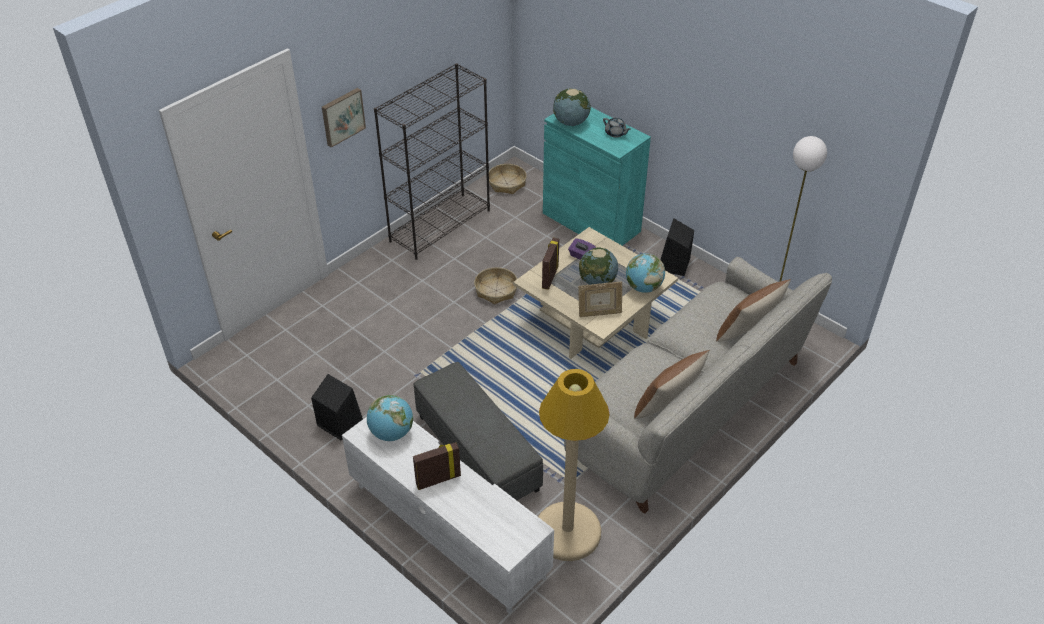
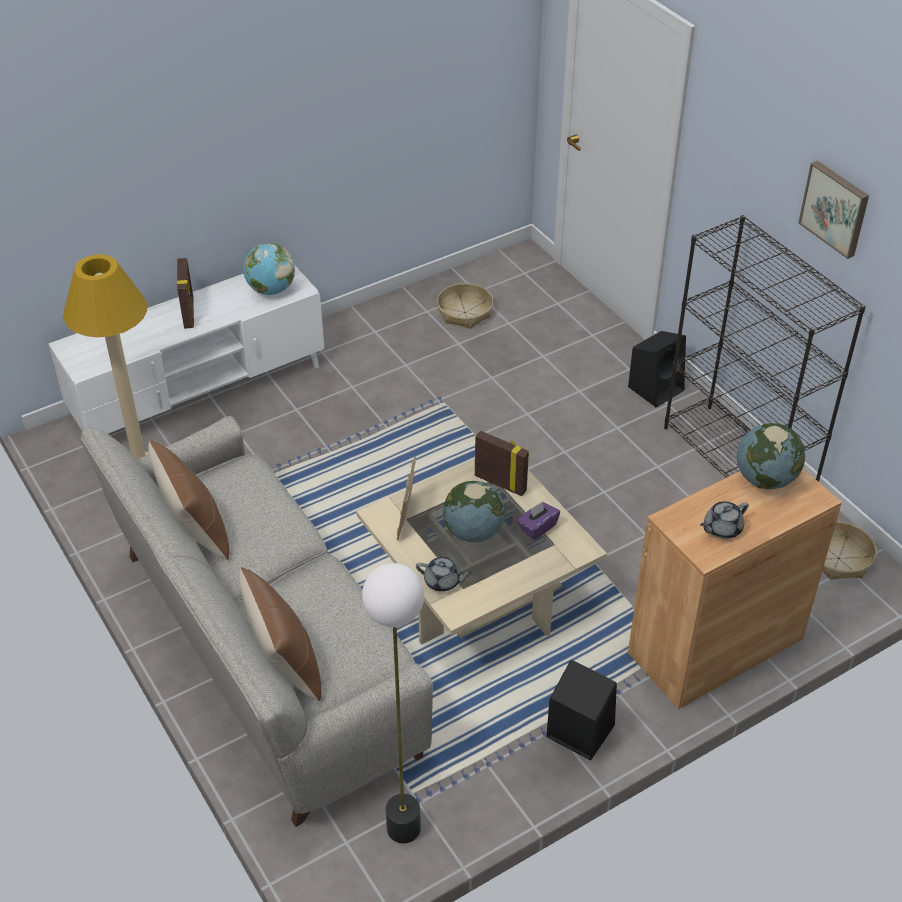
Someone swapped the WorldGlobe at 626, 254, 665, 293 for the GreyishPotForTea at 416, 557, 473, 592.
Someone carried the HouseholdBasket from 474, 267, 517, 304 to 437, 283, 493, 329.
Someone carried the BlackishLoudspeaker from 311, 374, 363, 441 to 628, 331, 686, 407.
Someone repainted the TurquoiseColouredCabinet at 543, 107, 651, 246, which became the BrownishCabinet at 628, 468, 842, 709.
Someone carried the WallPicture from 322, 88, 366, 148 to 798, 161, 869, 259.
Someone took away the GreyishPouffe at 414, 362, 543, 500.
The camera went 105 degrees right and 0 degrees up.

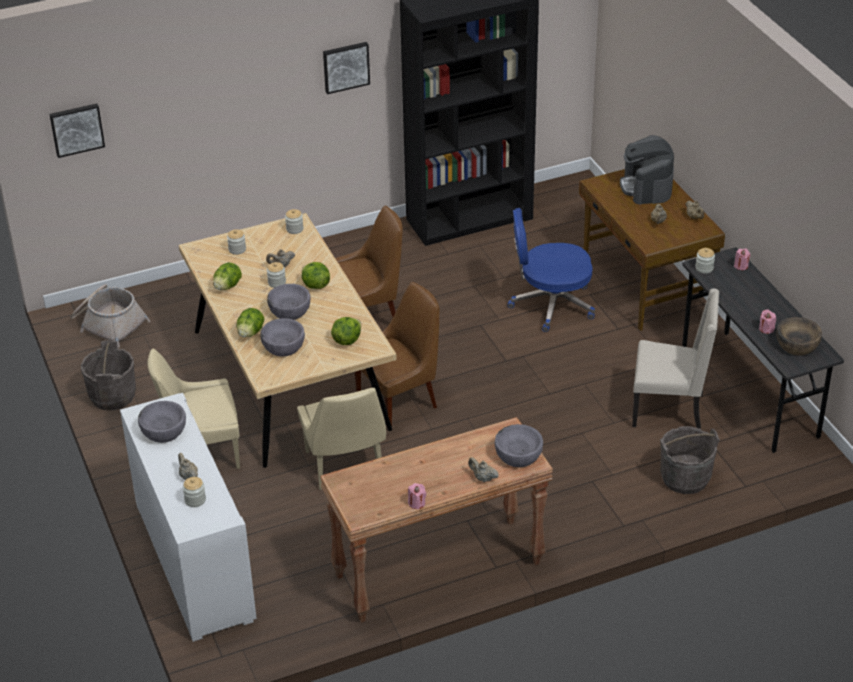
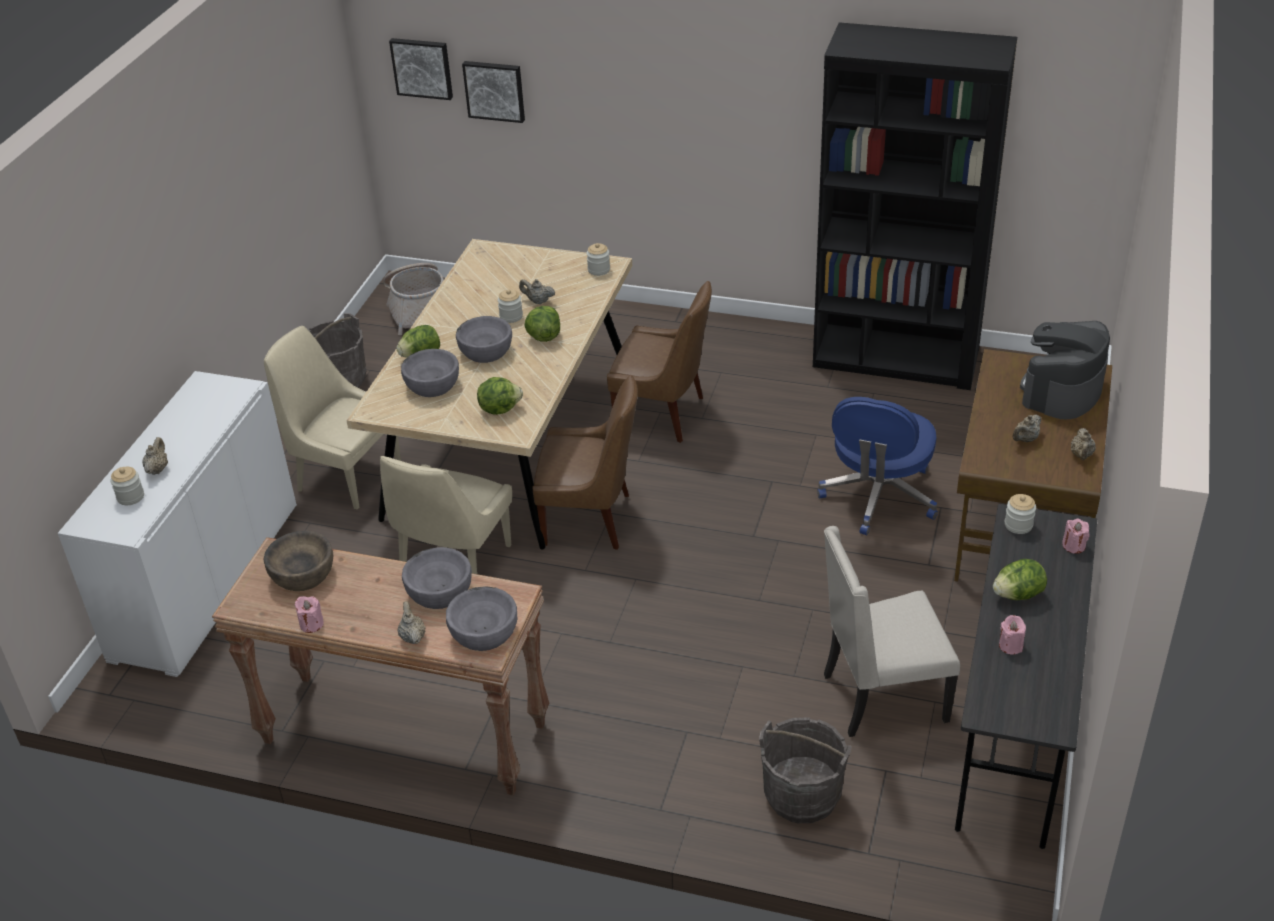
Someone carried the BrownishDeepDish from 776, 317, 822, 356 to 264, 531, 333, 591.
Someone carried the GreyishDeepDish from 138, 401, 186, 443 to 402, 547, 472, 609.
Someone carried the WallPicture from 323, 42, 370, 94 to 462, 61, 525, 123.
Someone rotated the BluishComputerChair at 508, 208, 595, 332 by 105 degrees counterclockwise.
Someone rotated the BeigeColouredPlainChair at 632, 288, 719, 429 by 120 degrees clockwise.
Someone carried the HeadOfLettuce from 213, 262, 242, 290 to 993, 559, 1047, 600.
Someone took away the Jar at 227, 229, 246, 255.
The camera went 40 degrees right and 0 degrees up.

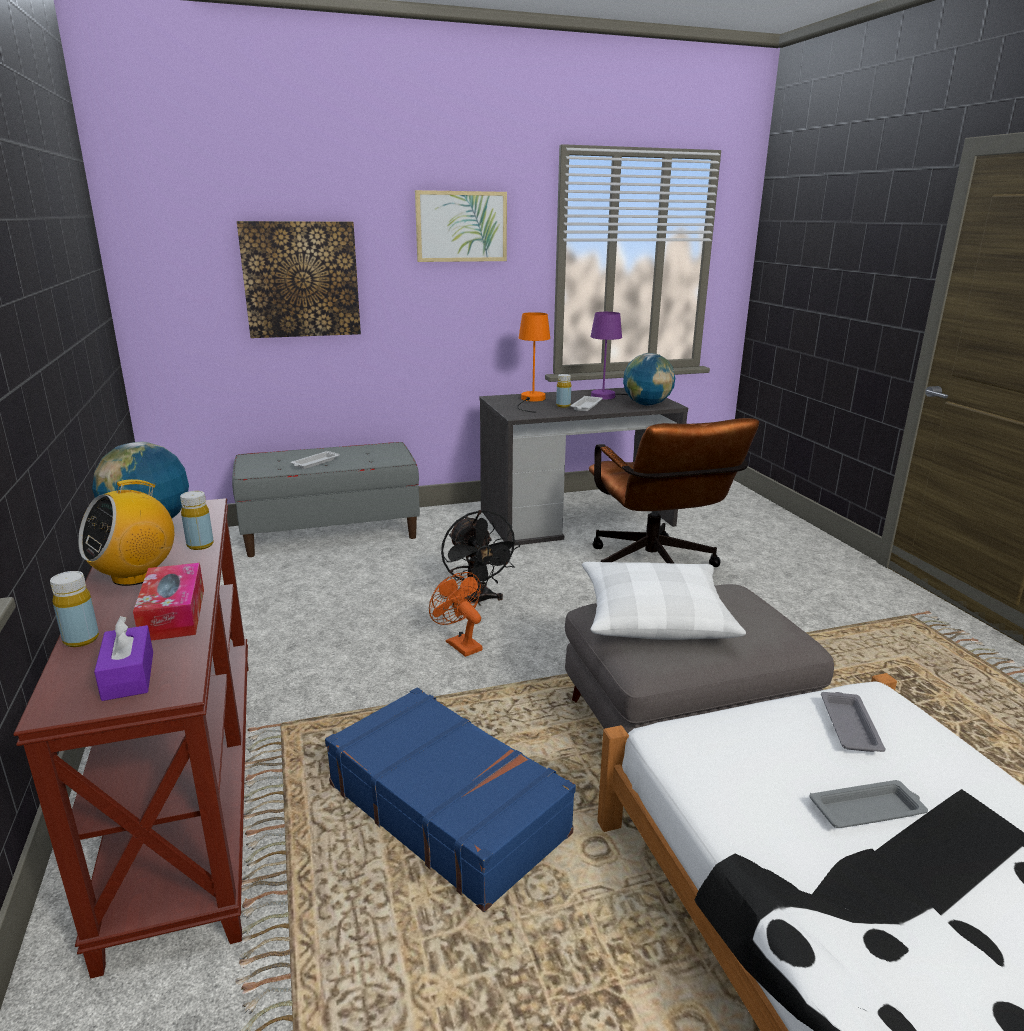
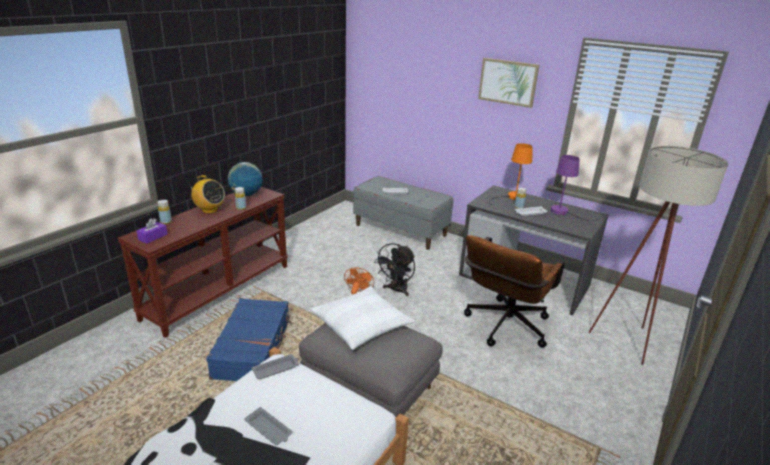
Someone rotated the Radio at 78, 479, 174, 586 by 150 degrees counterclockwise.
Someone carried the GreyishServingTray from 821, 692, 886, 752 to 252, 354, 299, 379.
Someone put down the BeigeColouredStandingLamp at 589, 146, 728, 365.
Someone took away the TissueHolder at 133, 563, 204, 641.
Someone took away the WallPicture at 237, 221, 361, 338.
Someone took away the WorldGlobe at 623, 353, 675, 406.
The camera went 50 degrees right and 5 degrees up.

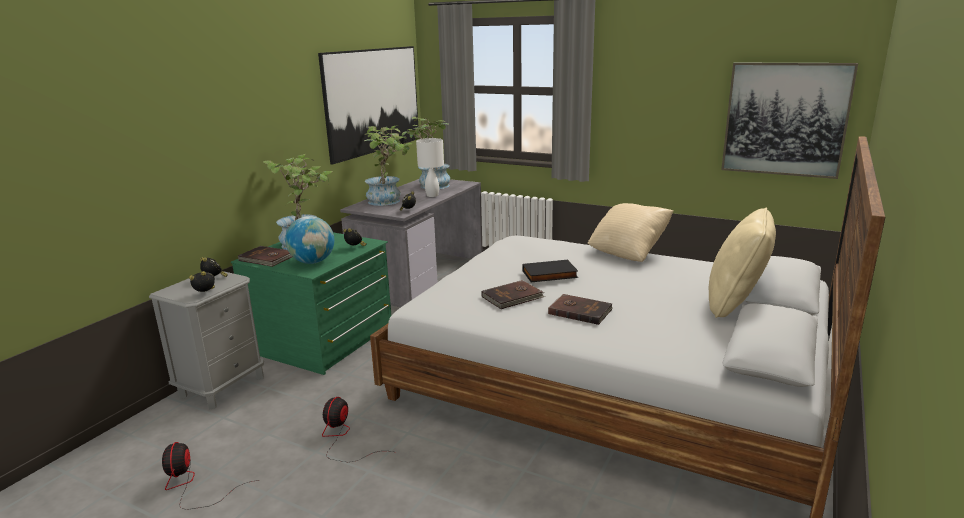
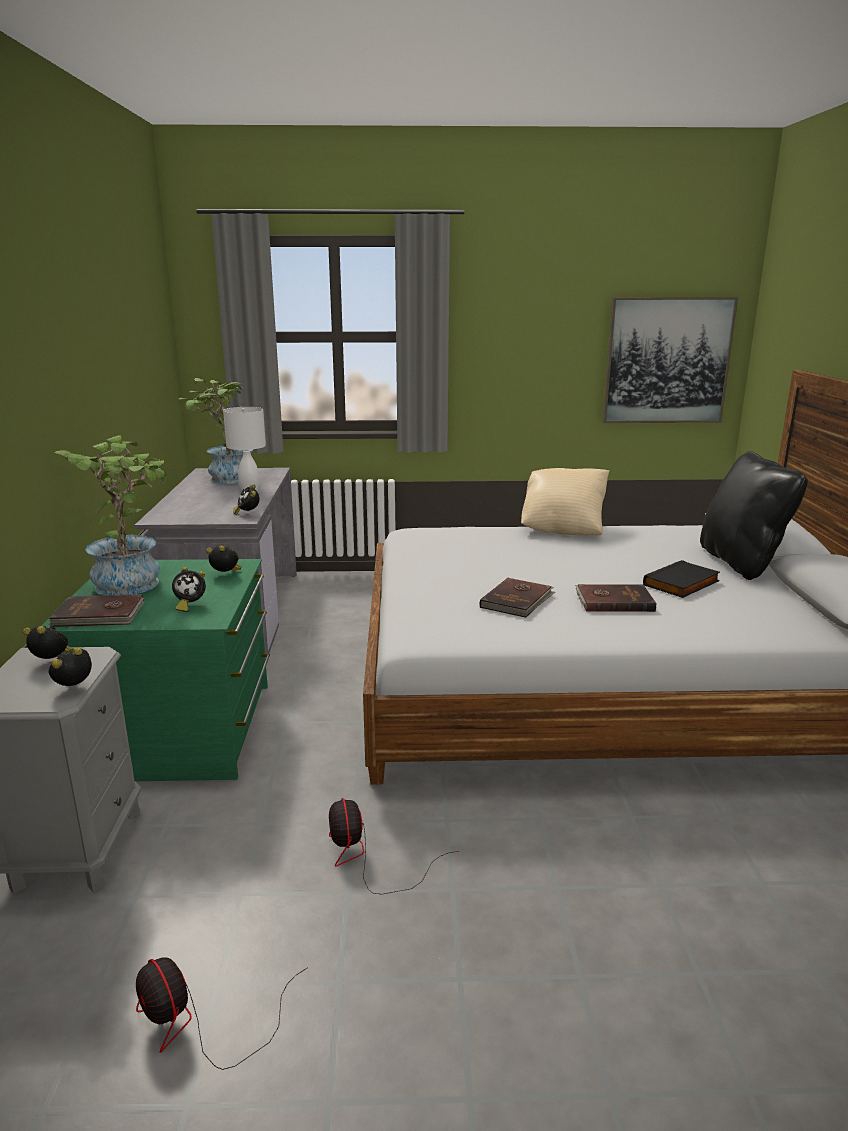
Someone swapped the WorldGlobe at 285, 216, 334, 264 for the TableClock at 172, 567, 206, 612.
Someone carried the BlackishBook from 522, 260, 578, 282 to 643, 560, 720, 598.
Someone repainted the BeigeColouredPillow at 709, 208, 776, 318, which became the BlackishPillow at 700, 451, 808, 580.
Someone took away the WallPicture at 318, 46, 418, 164.
Someone took away the Houseplant at 364, 125, 413, 206.
The camera went 30 degrees left and 0 degrees up.

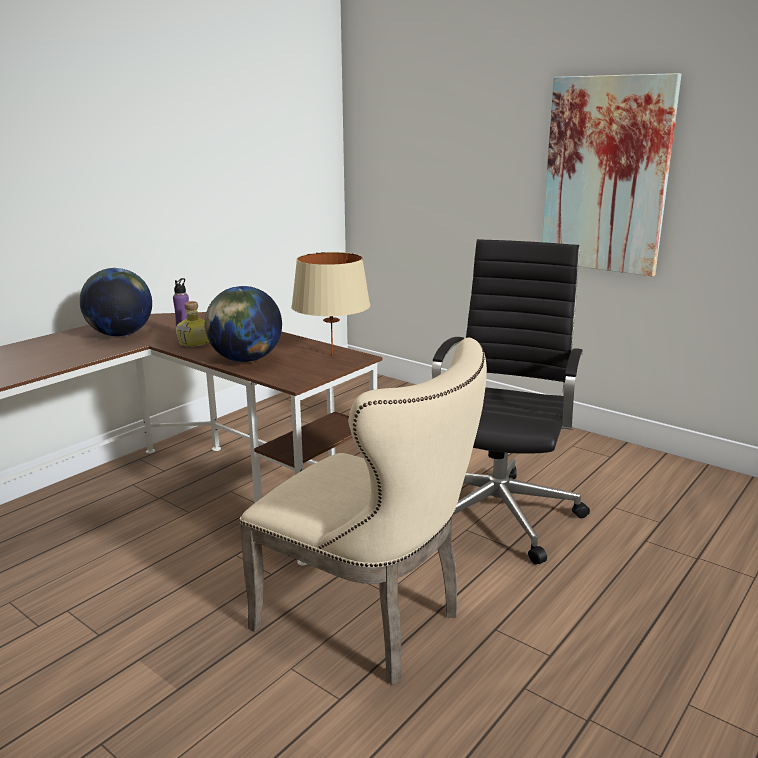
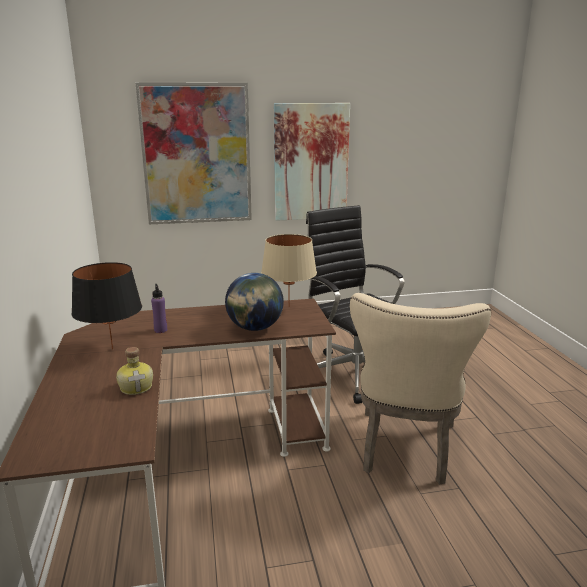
Someone swapped the WorldGlobe at 80, 268, 152, 336 for the BlackishLampForATable at 71, 262, 142, 350.
Someone carried the BeverageBottle from 176, 301, 209, 347 to 116, 347, 153, 395.
Someone put up the WallPicture at 135, 82, 252, 224.
Someone rotated the BeigeColouredPlainChair at 239, 338, 487, 685 by 120 degrees clockwise.
The camera went 50 degrees left and 0 degrees up.

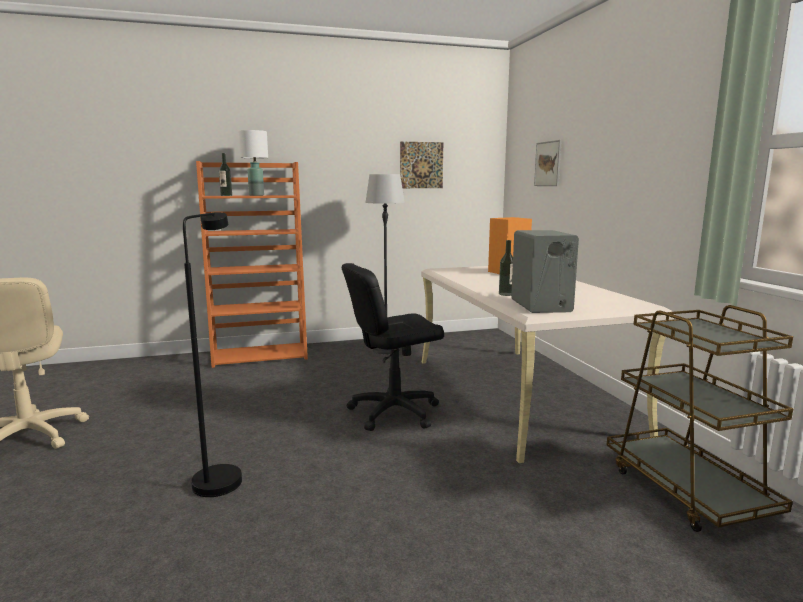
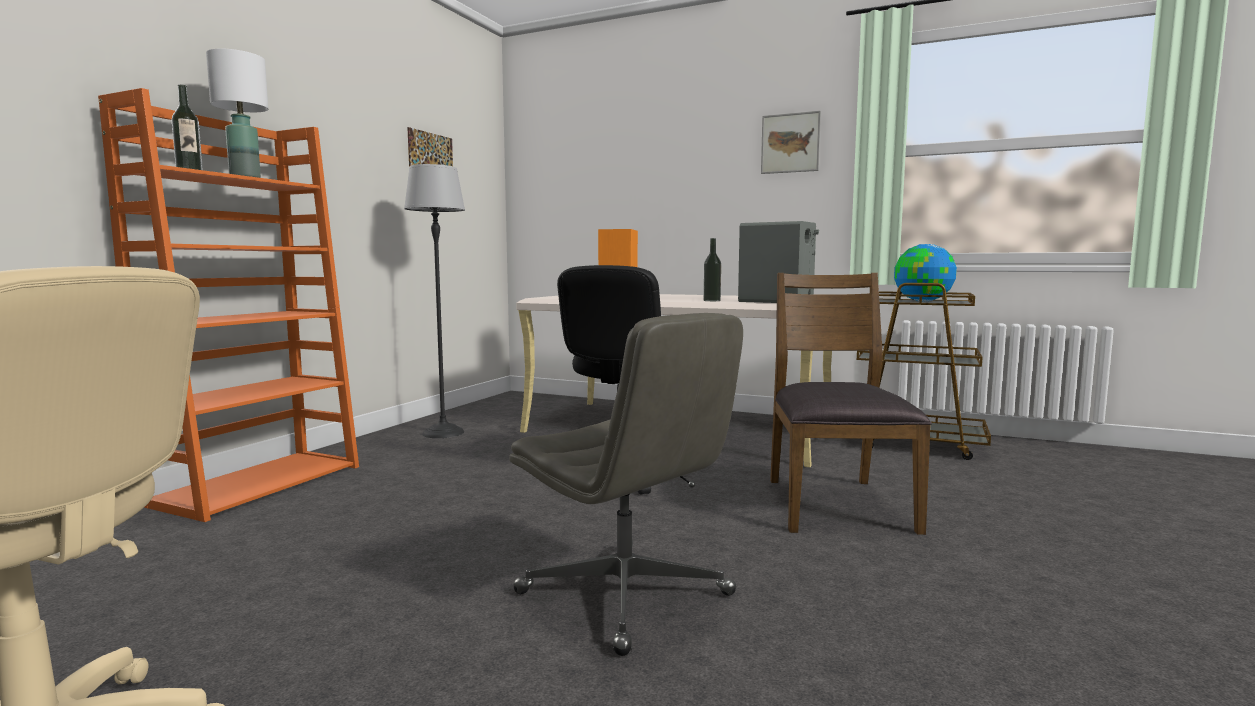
Someone swapped the BlackishStandingLamp at 183, 212, 242, 497 for the GreyishComputerChair at 509, 313, 743, 656.
Someone carried the WallPicture from 534, 140, 562, 186 to 761, 111, 821, 174.
Someone put down the BrownishPlainChair at 770, 273, 932, 535.
Someone put down the WorldGlobe at 894, 244, 957, 301.
The camera went 50 degrees left and 5 degrees down.

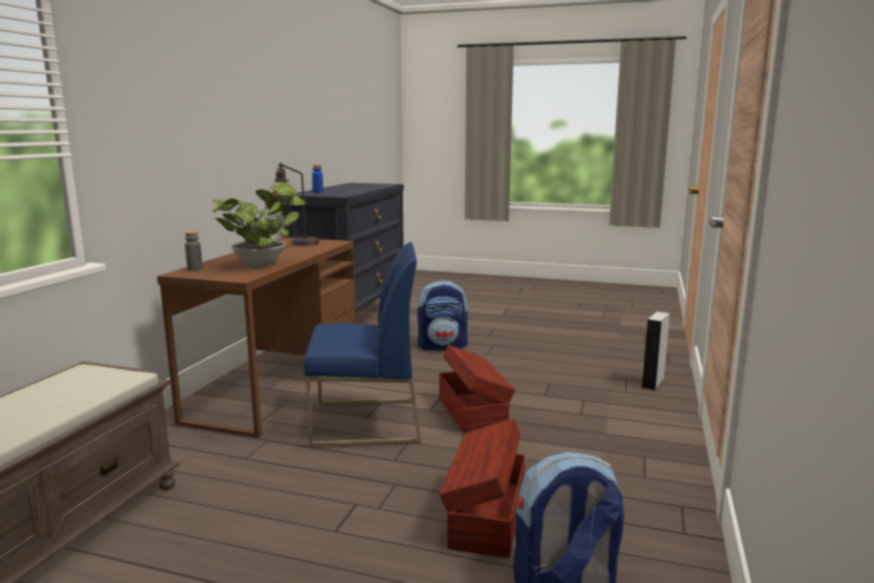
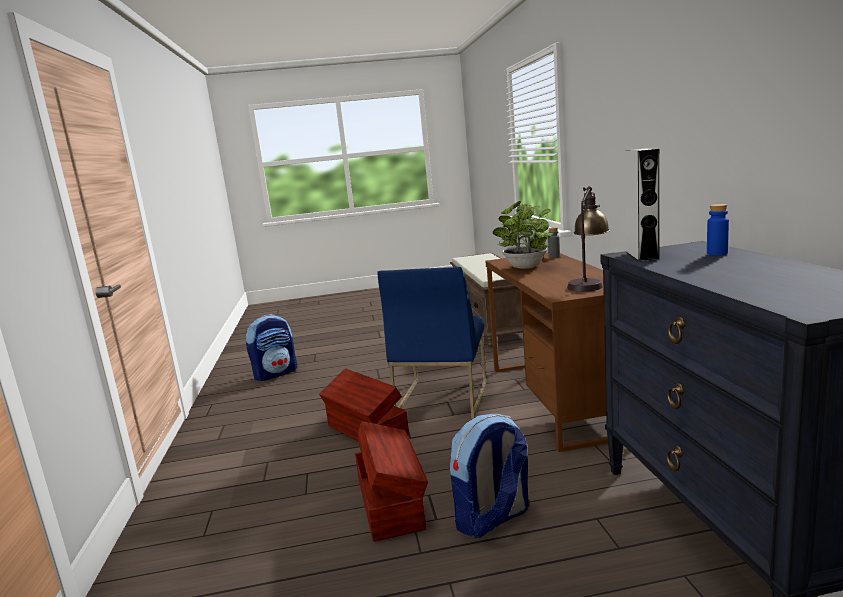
Someone carried the BrownishStorageBin from 439, 418, 525, 558 to 355, 421, 428, 542.
Someone rotated the BluishPlainChair at 304, 242, 421, 447 by 45 degrees counterclockwise.
Someone carried the GreyishLoudspeaker from 642, 311, 670, 391 to 625, 148, 660, 261.
The camera went 155 degrees right and 0 degrees up.

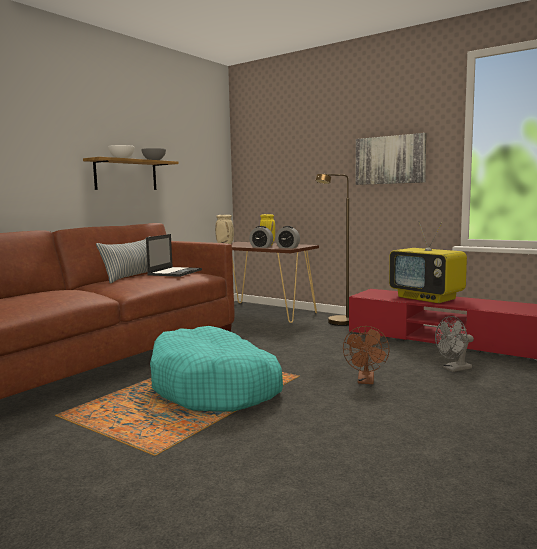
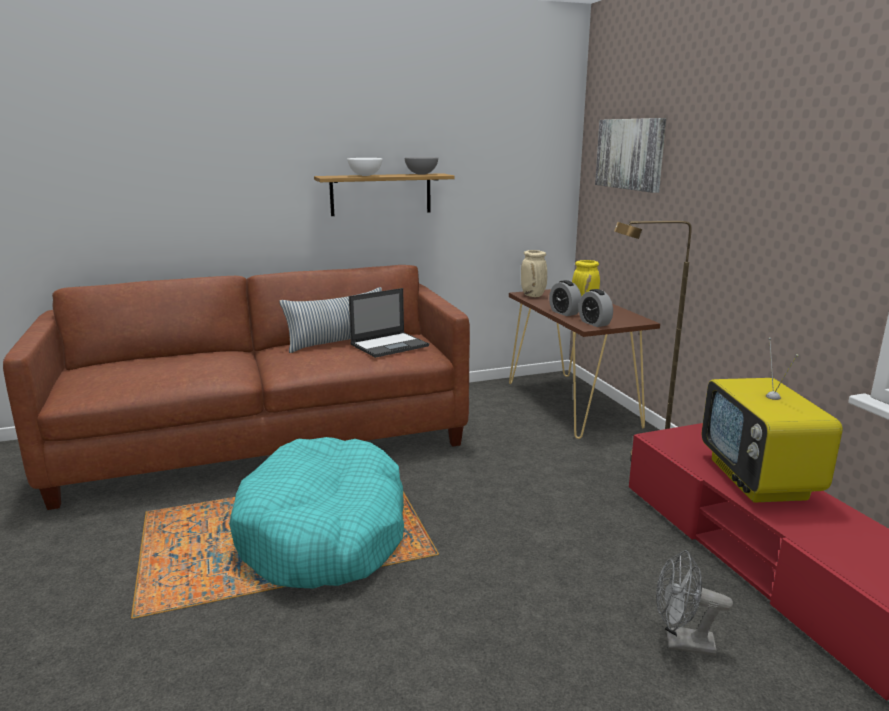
Someone carried the WallPicture from 356, 133, 427, 185 to 595, 118, 666, 193.
Someone took away the BrownishElectricFan at 343, 326, 390, 384.
The camera went 35 degrees right and 10 degrees up.

